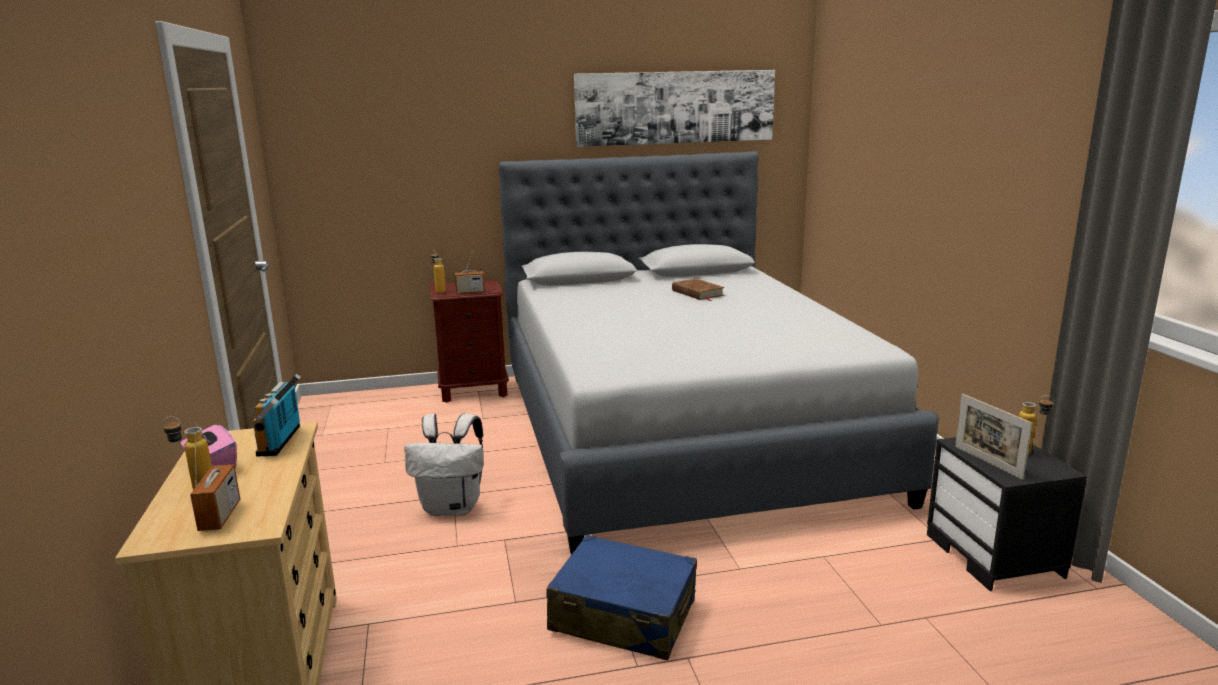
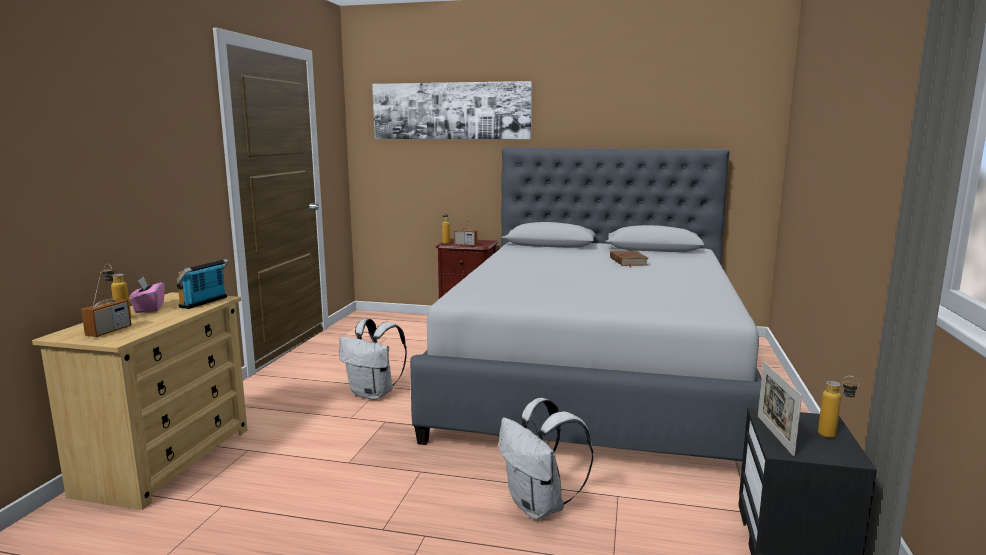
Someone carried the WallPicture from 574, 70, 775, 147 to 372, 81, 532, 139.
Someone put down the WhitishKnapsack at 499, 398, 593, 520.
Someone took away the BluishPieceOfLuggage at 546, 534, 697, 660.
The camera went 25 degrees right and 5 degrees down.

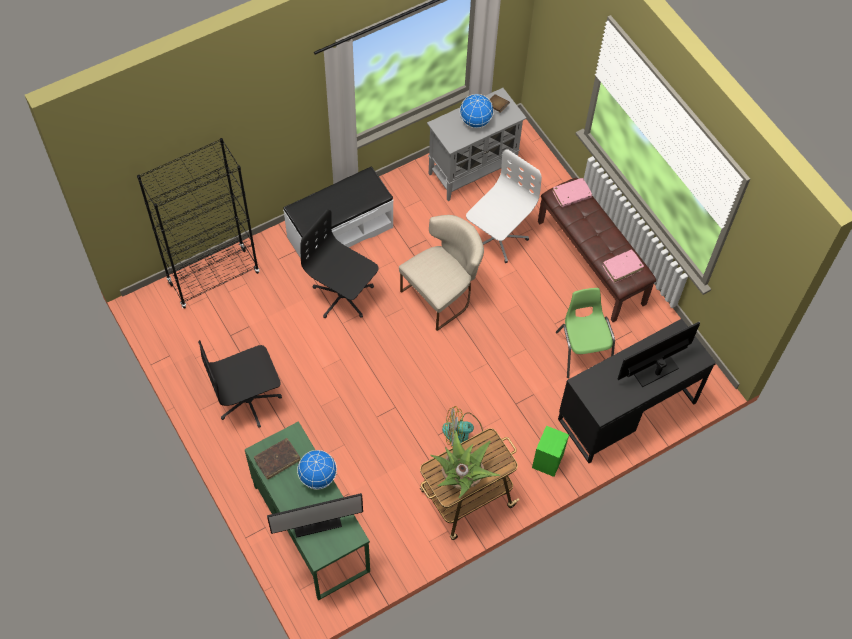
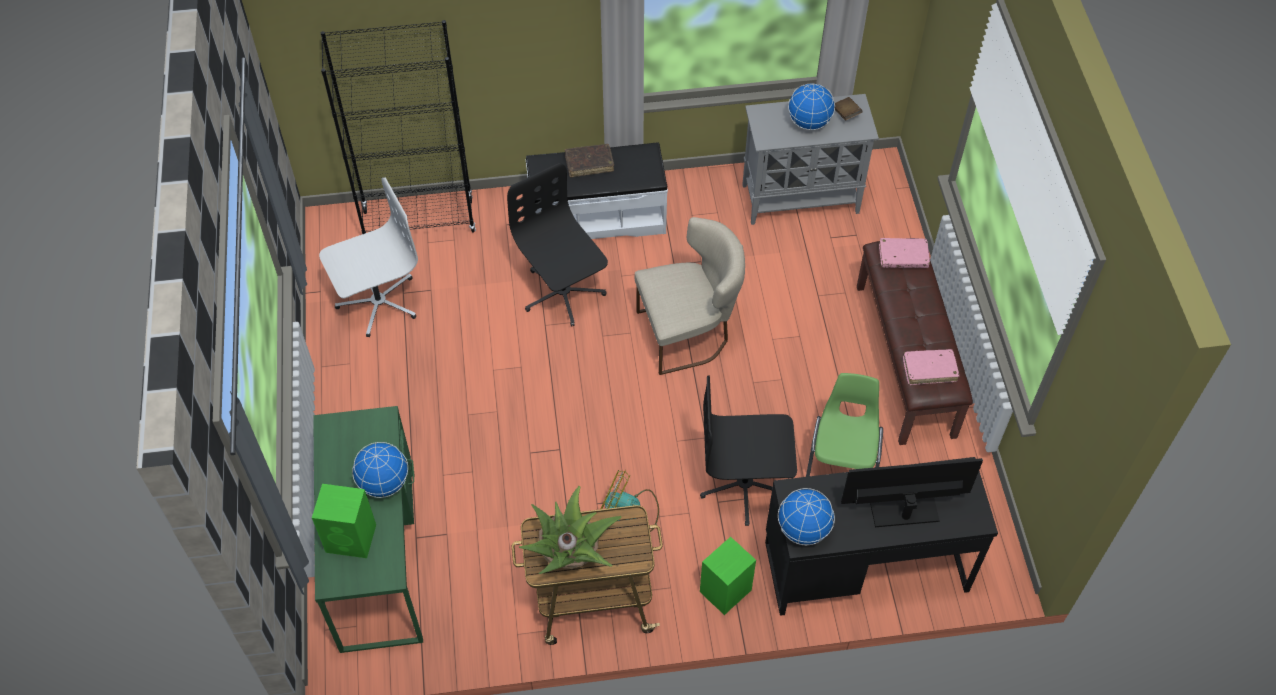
Someone swapped the ComputerDisplay at 267, 493, 363, 538 for the GreenLoudspeaker at 312, 484, 376, 558.
Someone carried the WhitishComputerChair from 466, 149, 542, 263 to 319, 177, 418, 337.
Someone carried the BrownishBook from 254, 438, 300, 479 to 565, 144, 614, 178.
Someone carried the BlackishComputerChair from 198, 340, 282, 428 to 700, 376, 797, 526.
Someone put down the WorldGlobe at 778, 488, 835, 545.
The camera went 25 degrees right and 5 degrees down.

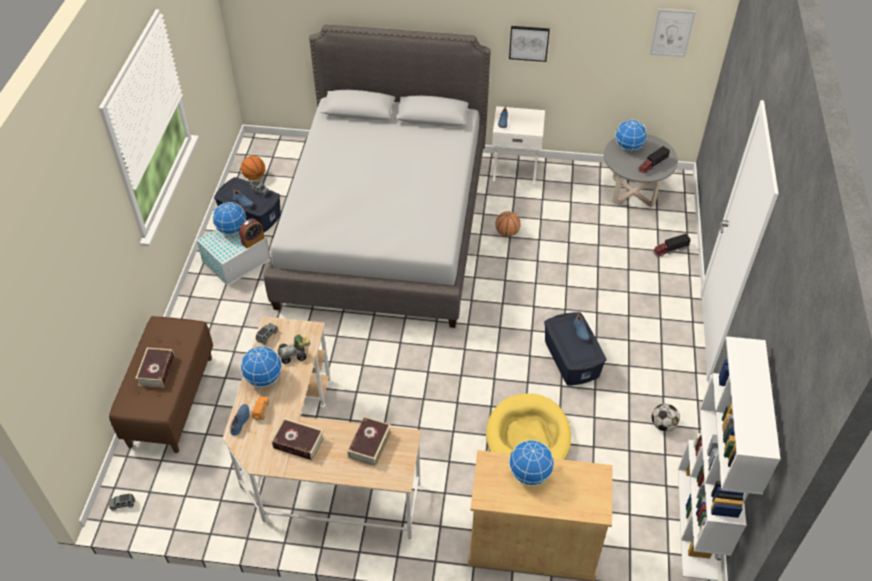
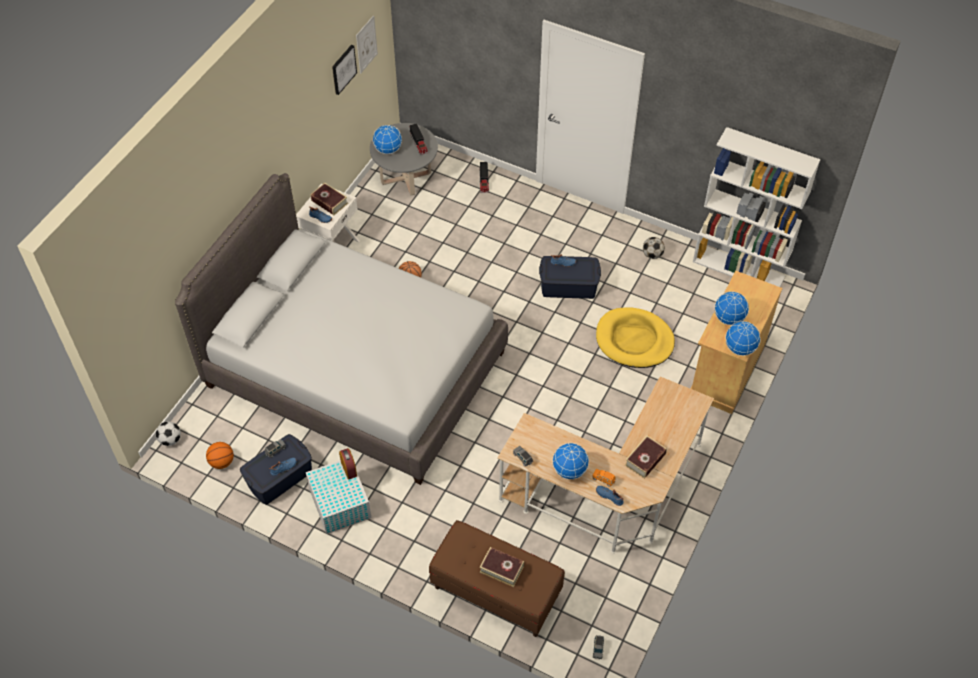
Someone put down the FootballBall at 156, 421, 181, 446.
Someone carried the Book from 347, 416, 391, 467 to 310, 183, 348, 215.
Someone carried the WallPicture from 509, 26, 550, 62 to 332, 45, 357, 95.
Someone carried the WorldGlobe from 213, 202, 246, 235 to 725, 321, 761, 356.
Someone took away the ModelCar at 278, 335, 311, 364.
The camera went 70 degrees left and 5 degrees up.

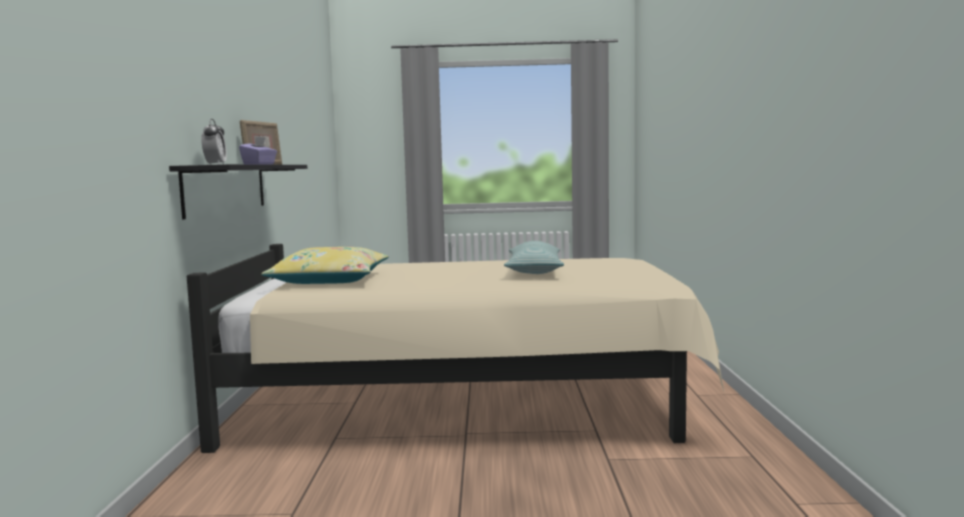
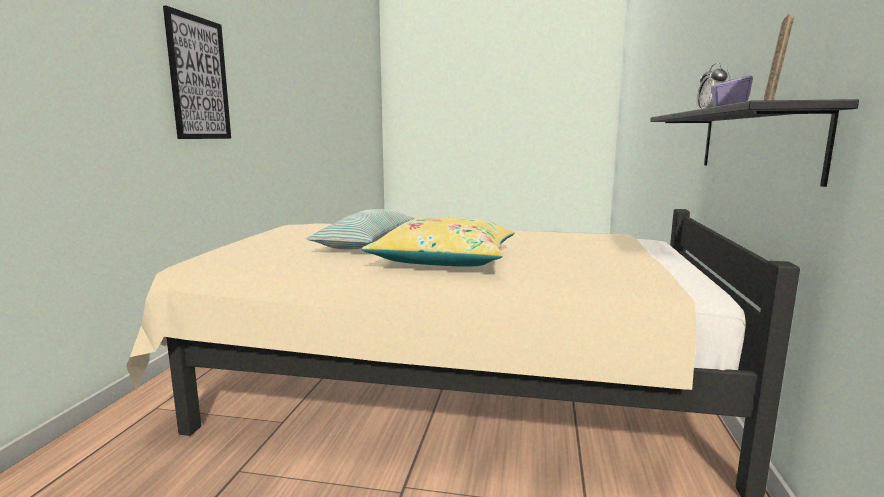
Someone put up the WallPicture at 163, 6, 231, 139.
Someone carried the YellowPillow from 261, 247, 389, 284 to 362, 217, 515, 267.
The camera went 170 degrees left and 5 degrees up.

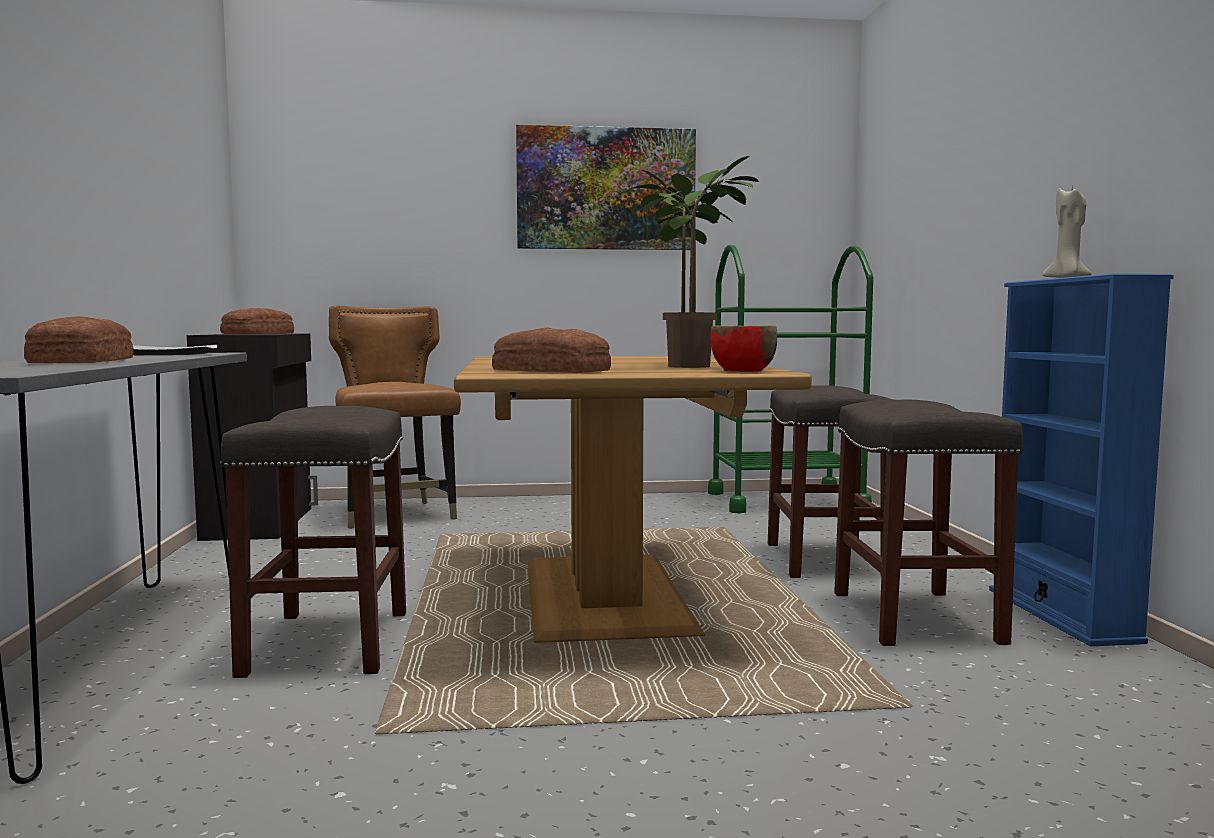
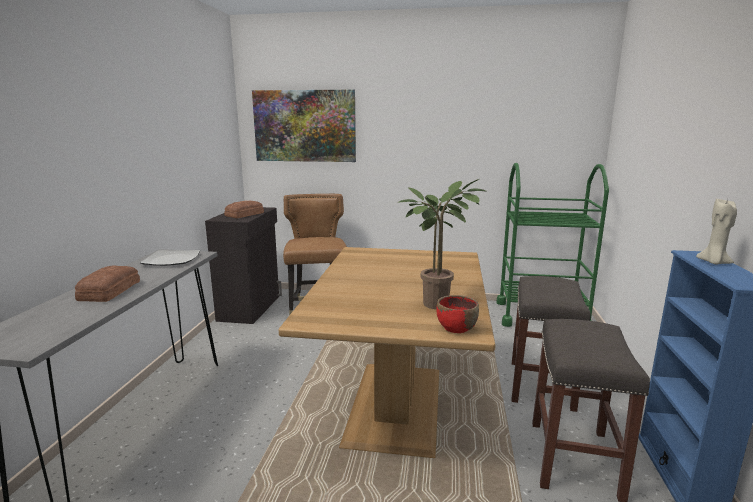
Someone carried the WallPicture from 516, 124, 696, 250 to 252, 90, 356, 162.
Someone took away the GreyishStoolSeat at 220, 406, 406, 678.
Someone took away the BakedBread at 492, 328, 611, 373.
The camera went 15 degrees right and 10 degrees up.

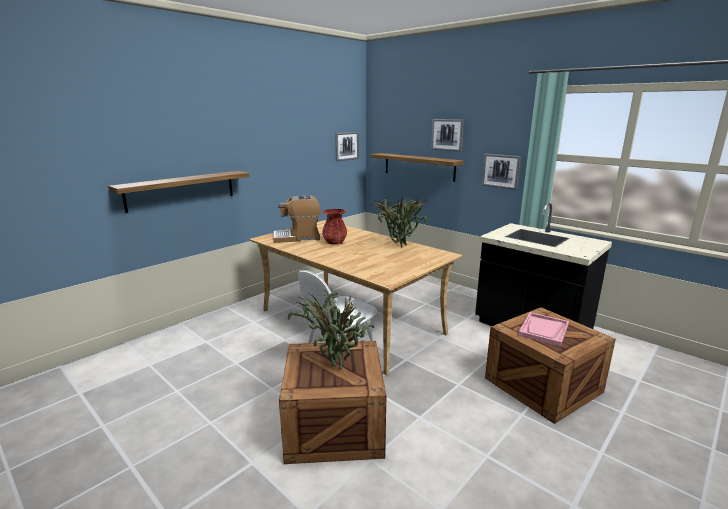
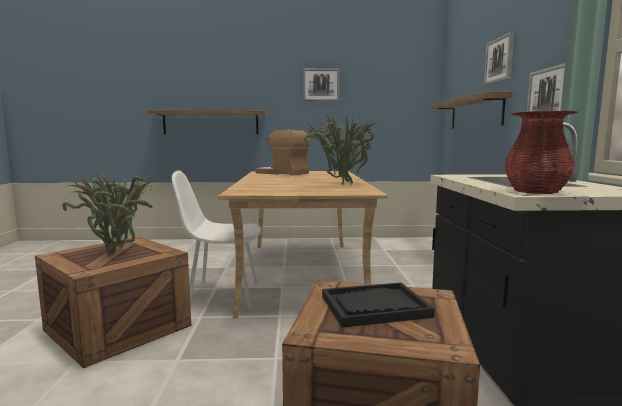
Someone carried the WallPicture from 335, 132, 359, 161 to 303, 69, 339, 101.
Someone repainted the PinkColouredServingTray at 518, 312, 569, 347, which became the BlackishServingTray at 322, 282, 435, 328.
Someone carried the RedDecorativeVase from 322, 209, 347, 244 to 505, 111, 578, 194.
The camera went 45 degrees right and 10 degrees down.

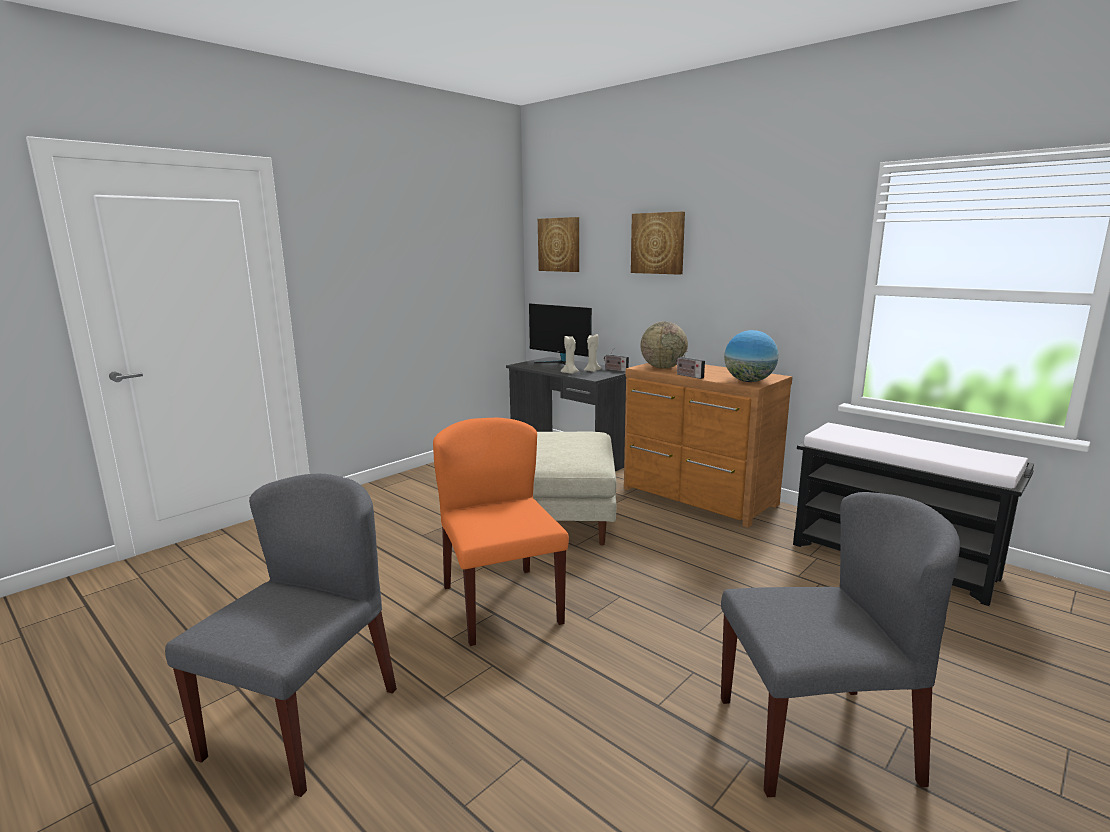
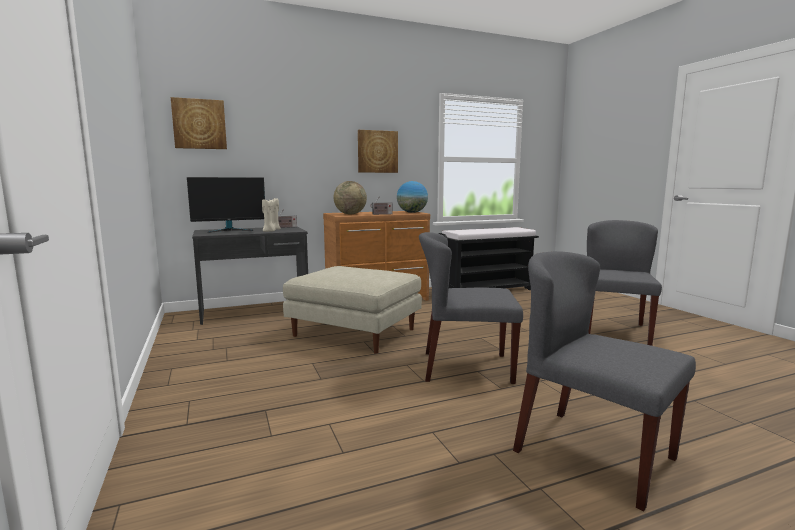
Someone carried the WallPicture from 631, 212, 685, 275 to 358, 130, 398, 173.
Someone repainted the OrangeColouredPlainChair at 433, 418, 569, 646, which became the GreyishPlainChair at 419, 232, 523, 384.
The camera went 65 degrees left and 5 degrees down.

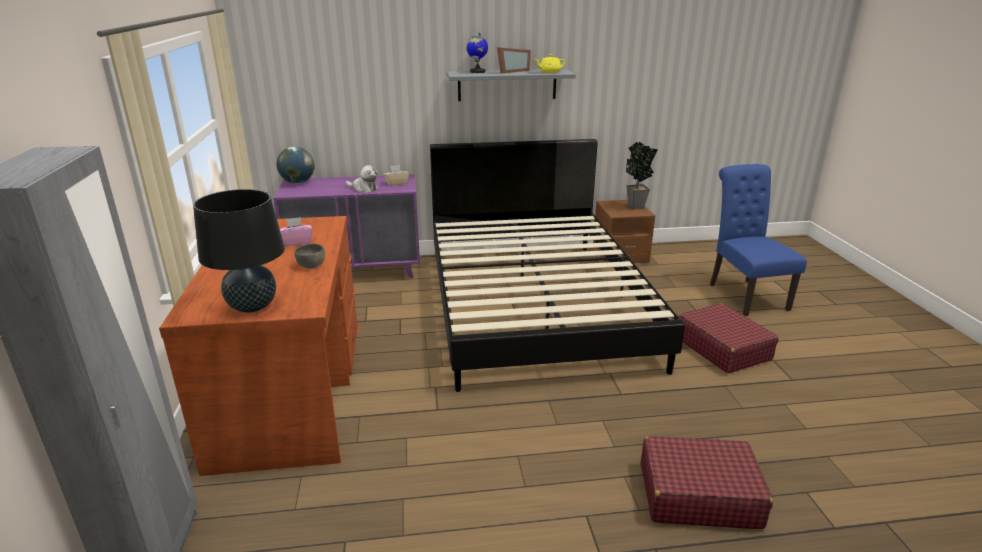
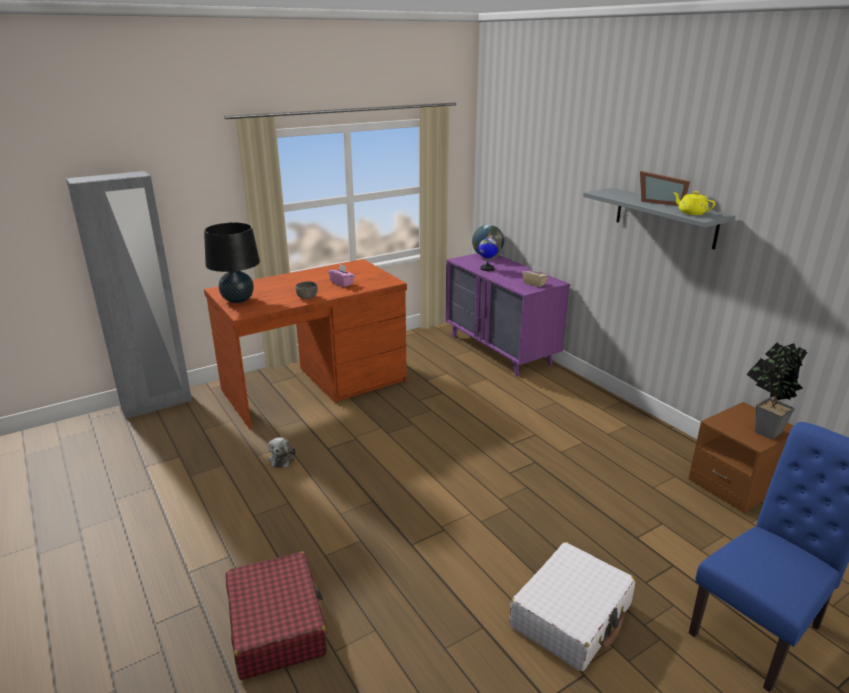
Someone carried the SoftToy from 346, 165, 379, 192 to 268, 437, 296, 468.
Someone carried the WorldGlobe from 466, 32, 488, 73 to 478, 236, 501, 271.
Someone repainted the RedPieceOfLuggage at 678, 303, 779, 373, which became the WhitishPieceOfLuggage at 509, 542, 635, 671.
Someone took away the BlackishBedroomBed at 430, 139, 685, 392.
The camera went 65 degrees right and 0 degrees up.

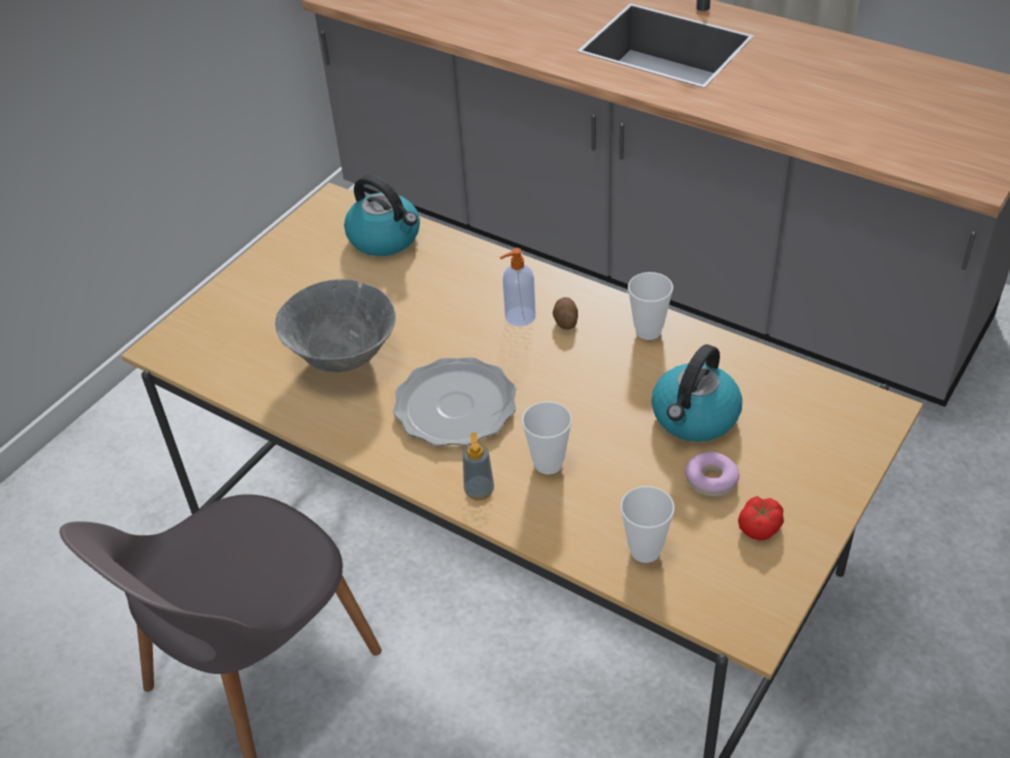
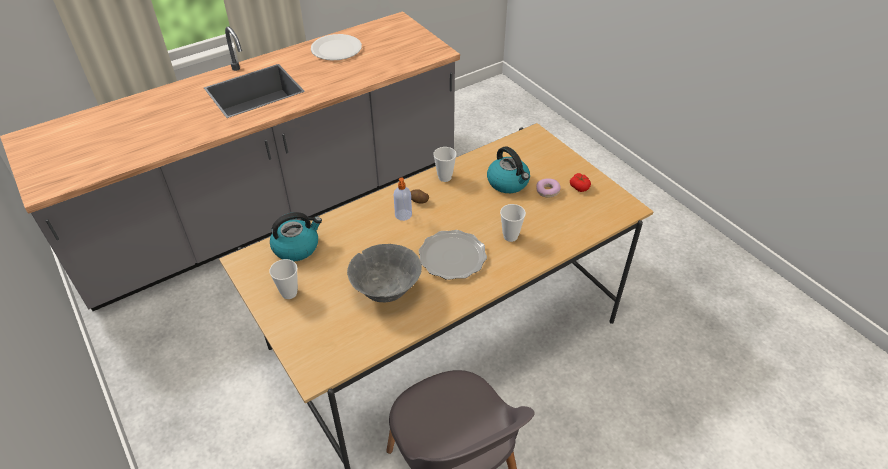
Someone carried the SmallCup from 620, 486, 675, 563 to 269, 259, 298, 299.
Someone put down the WhitishPlate at 311, 34, 362, 60.
Someone took away the SoapDispenser at 463, 432, 494, 501.
The camera went 70 degrees left and 0 degrees up.

